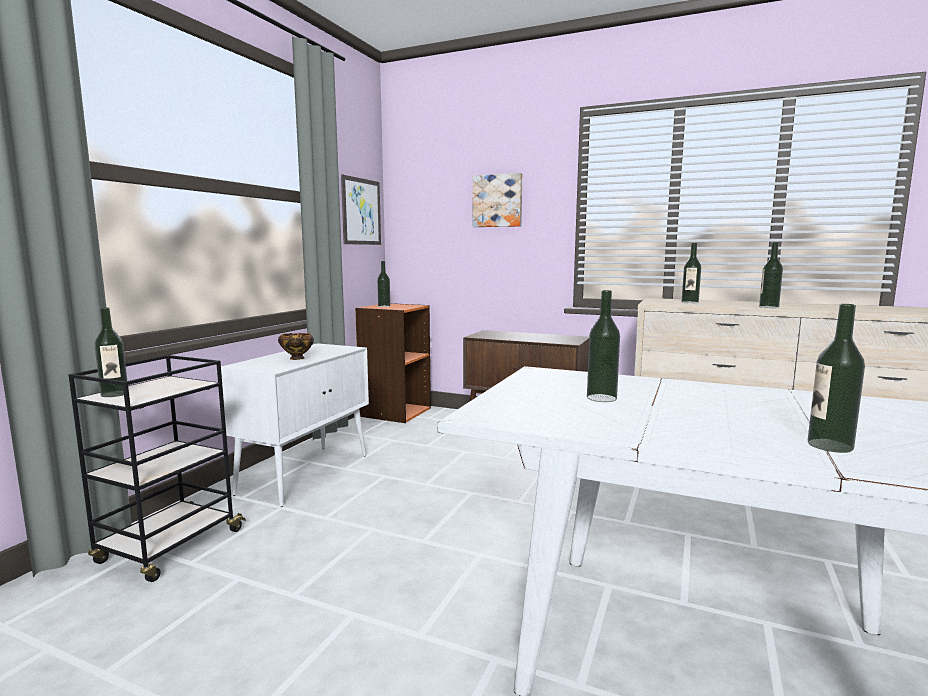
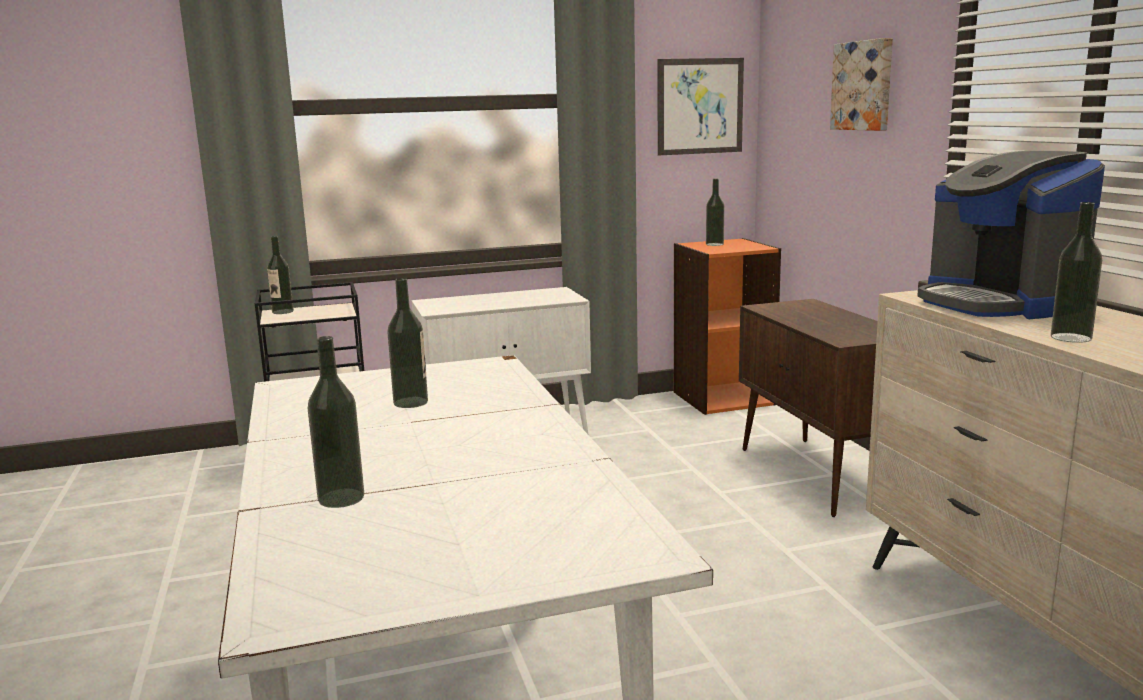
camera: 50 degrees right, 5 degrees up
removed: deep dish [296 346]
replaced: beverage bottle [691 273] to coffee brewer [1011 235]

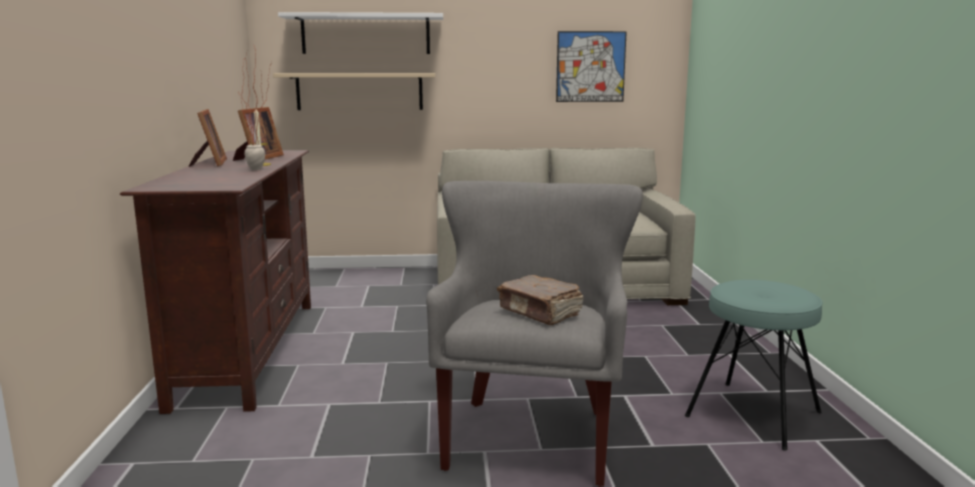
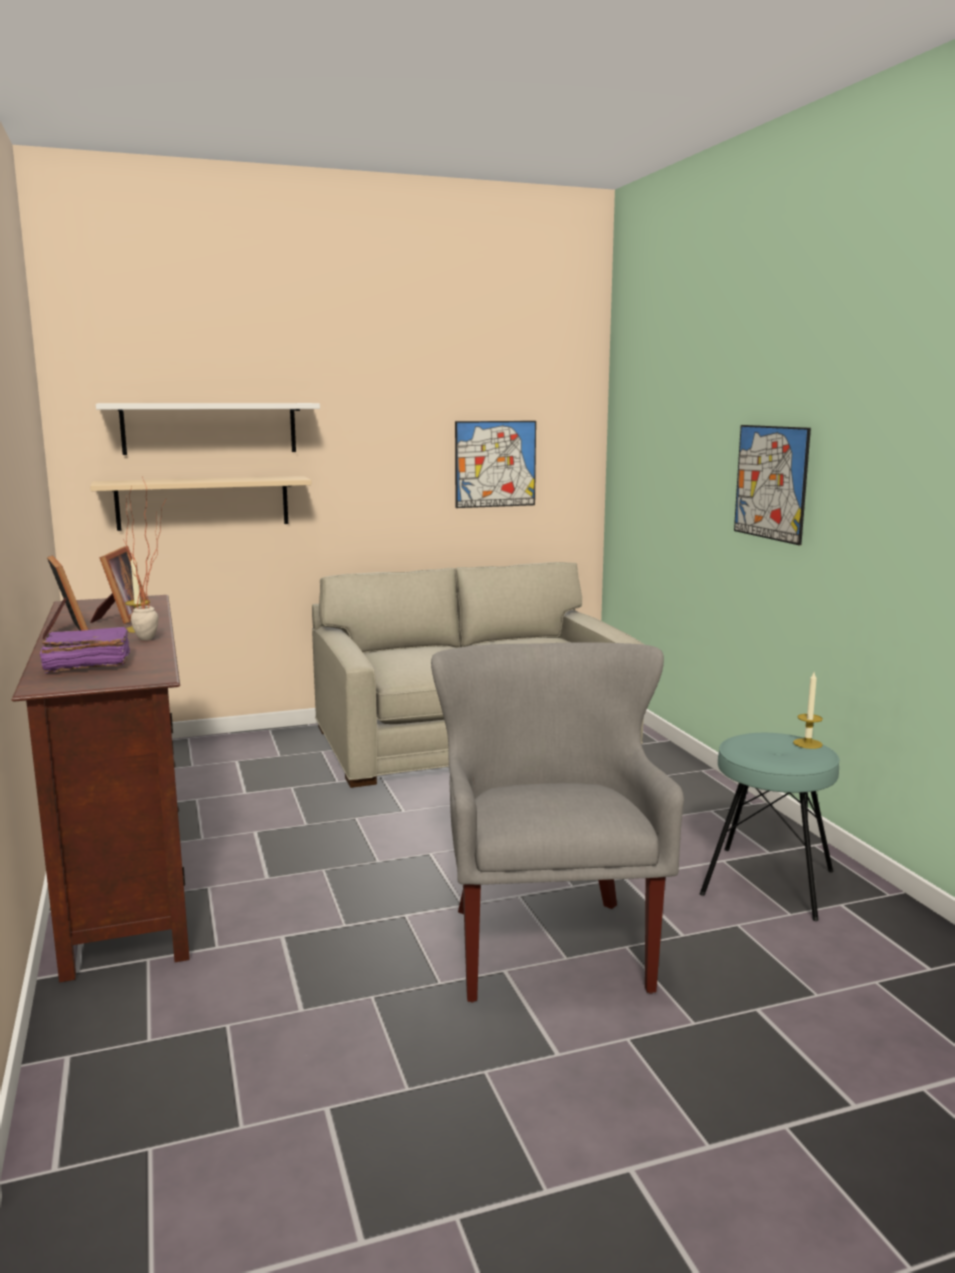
camera: 15 degrees left, 0 degrees up
removed: bound book (brown) [540 300]
added: bound book (purplish) [85 650]; wall picture [772 485]; candle [808 710]

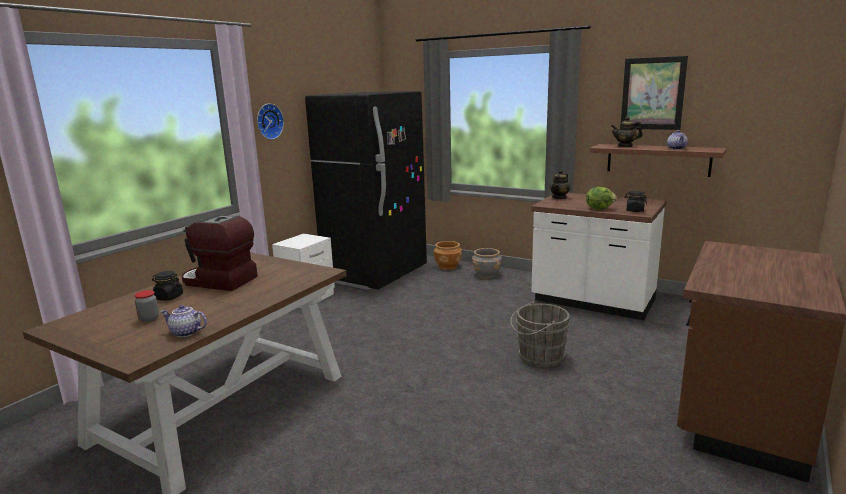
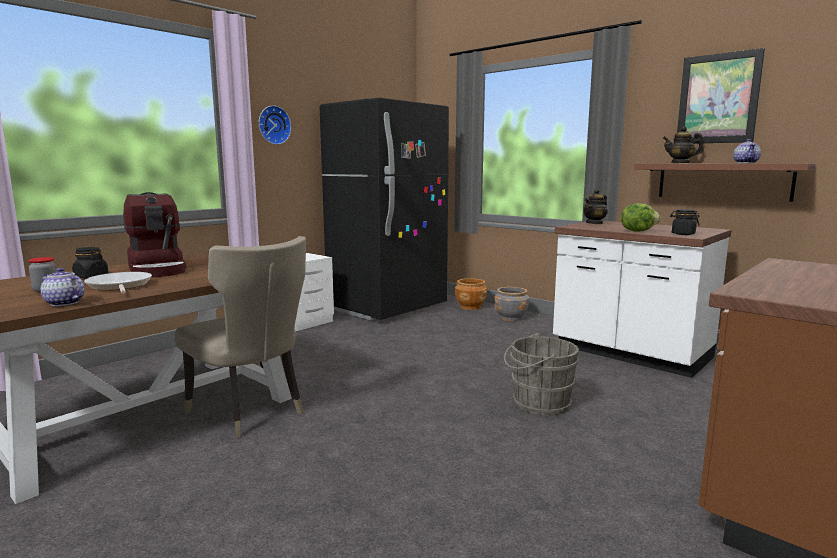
camera: 10 degrees right, 5 degrees down
added: frying pan [118 283]; upright chair (beige) [240 337]
turned: coffee brewer [220 253] = [155 234] 150 degrees counterclockwise

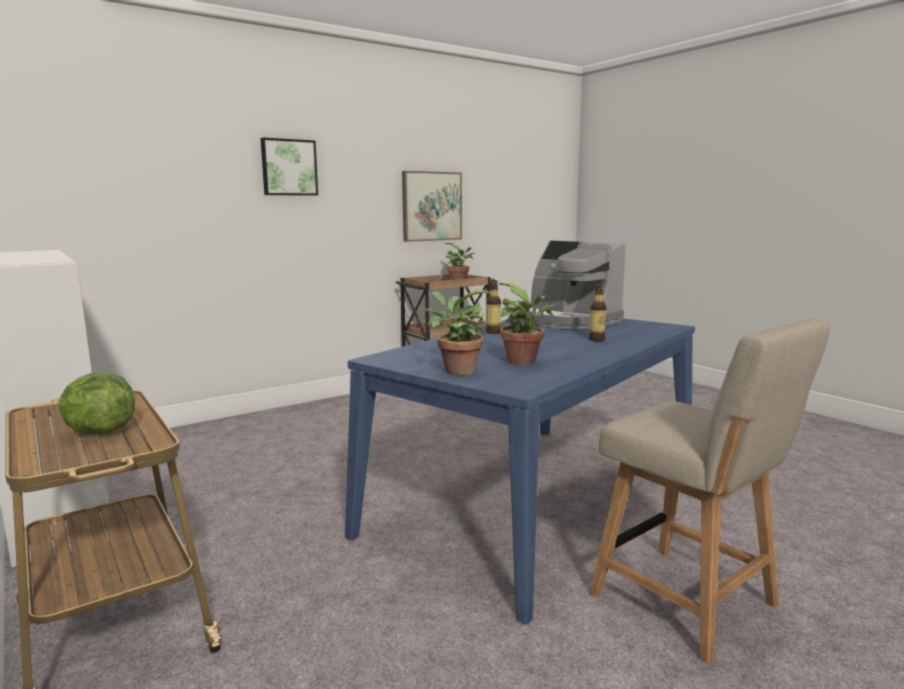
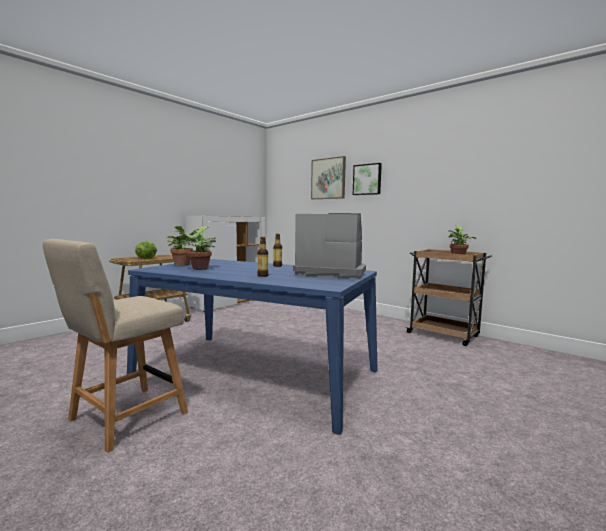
camera: 75 degrees right, 5 degrees down
moved: wall picture [432 206] to [328 177]
turned: coffee brewer [576 285] = [329 246] 75 degrees clockwise

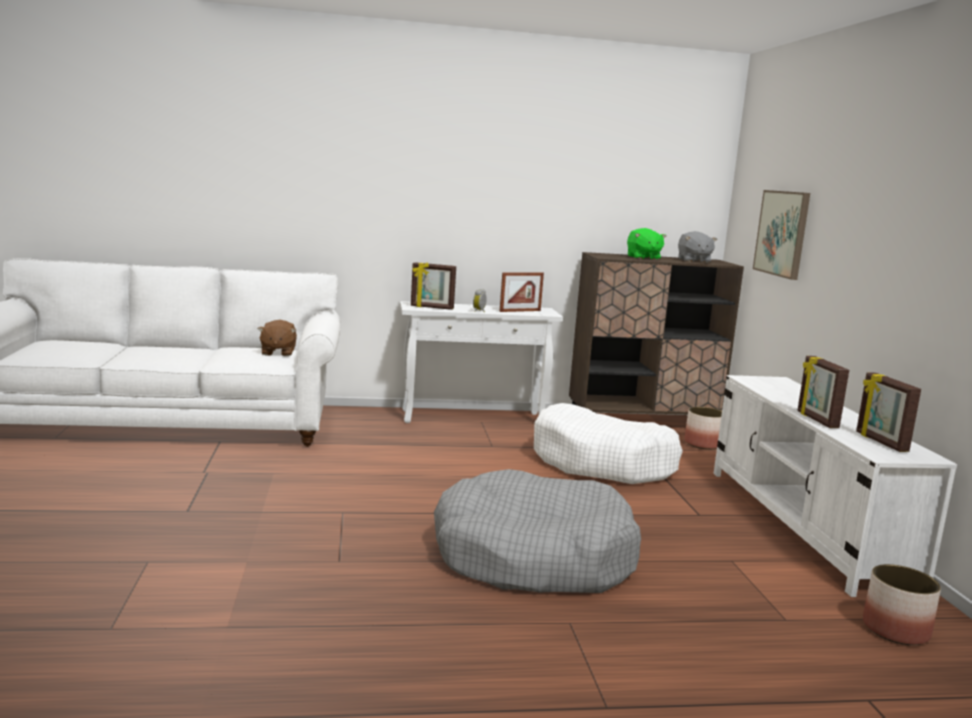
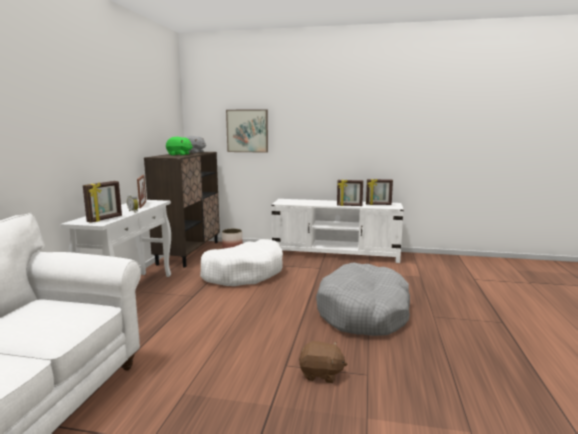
camera: 70 degrees left, 0 degrees up
removed: flower pot [902 604]
moved: plush toy (brown) [277 338] to [323 362]

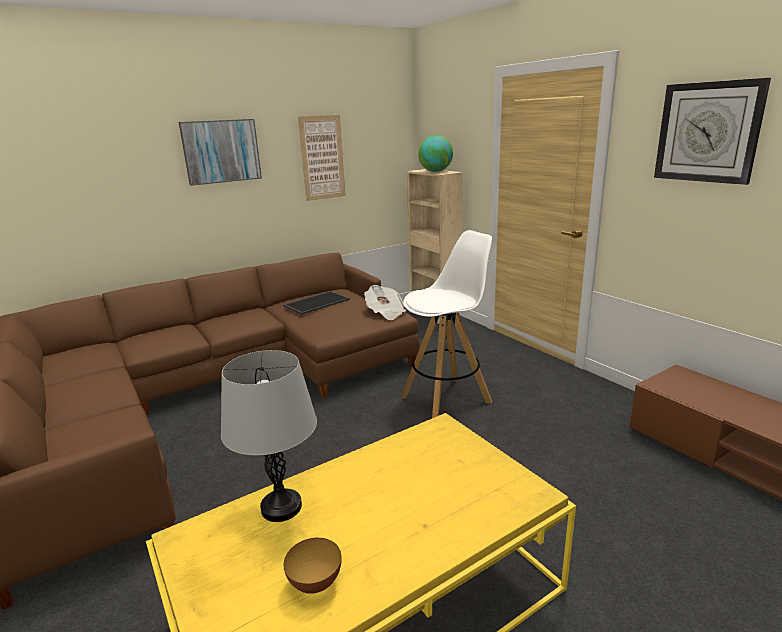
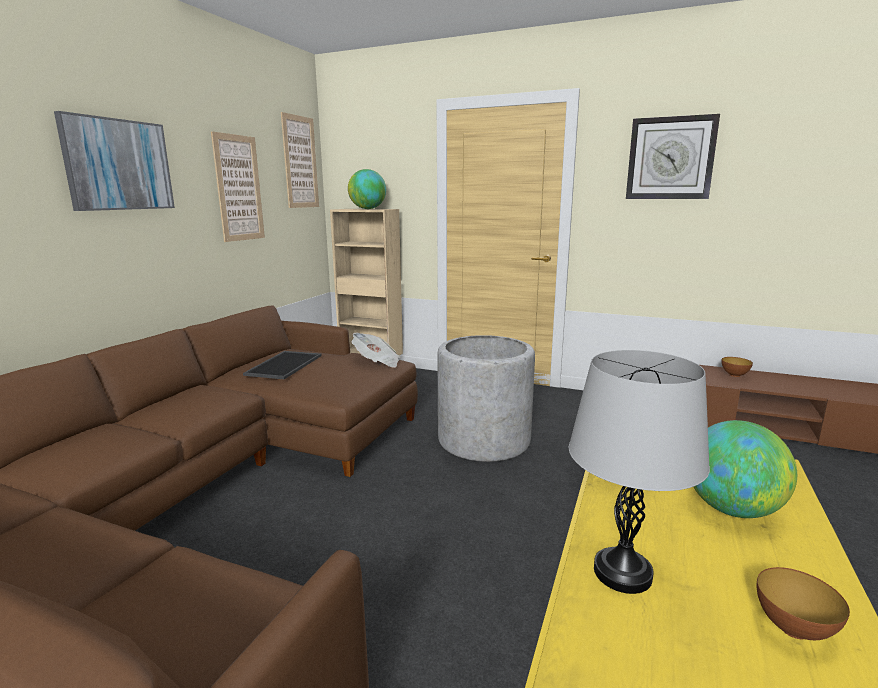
camera: 35 degrees left, 5 degrees down
added: wall picture [300 160]; world globe [745 469]; deep dish [737 367]
replaced: stool (white) [446 324] to flower pot (greyish) [486 398]

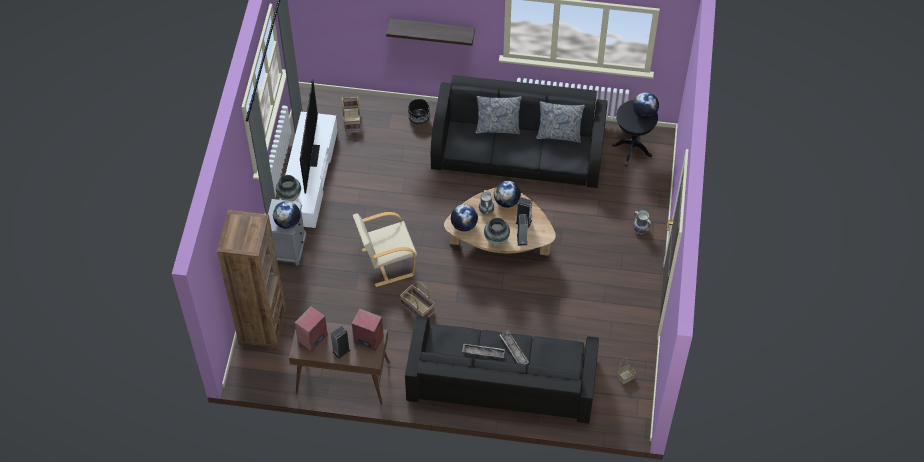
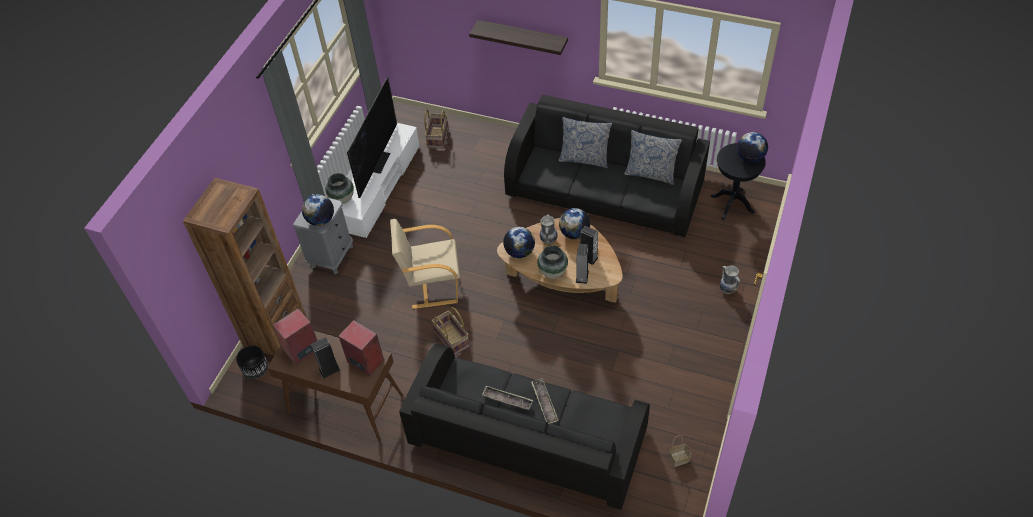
camera: 15 degrees right, 5 degrees down
moved: flower pot (black) [419 112] to [252 362]

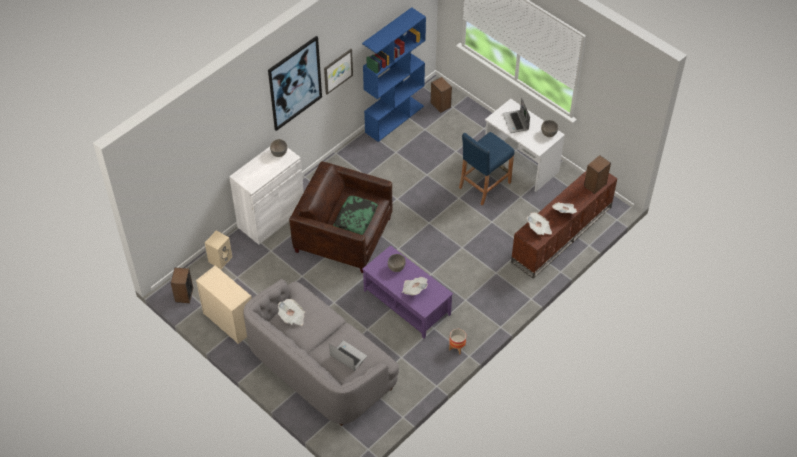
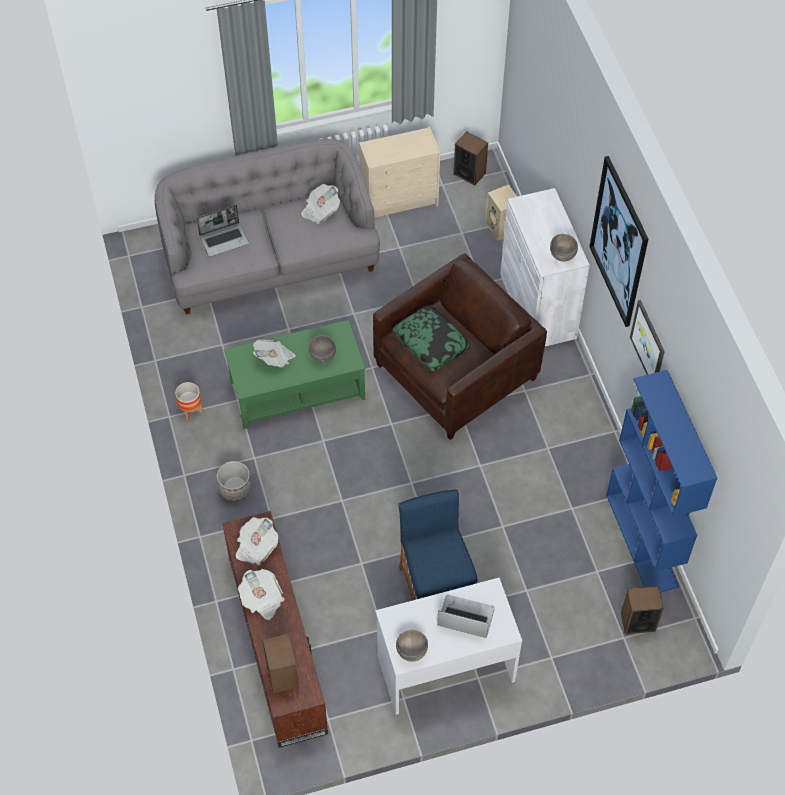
camera: 120 degrees right, 5 degrees up
added: flower pot [234 481]
recoloured: coffee table (purplish) [407 292] to coffee table (green) [294 374]

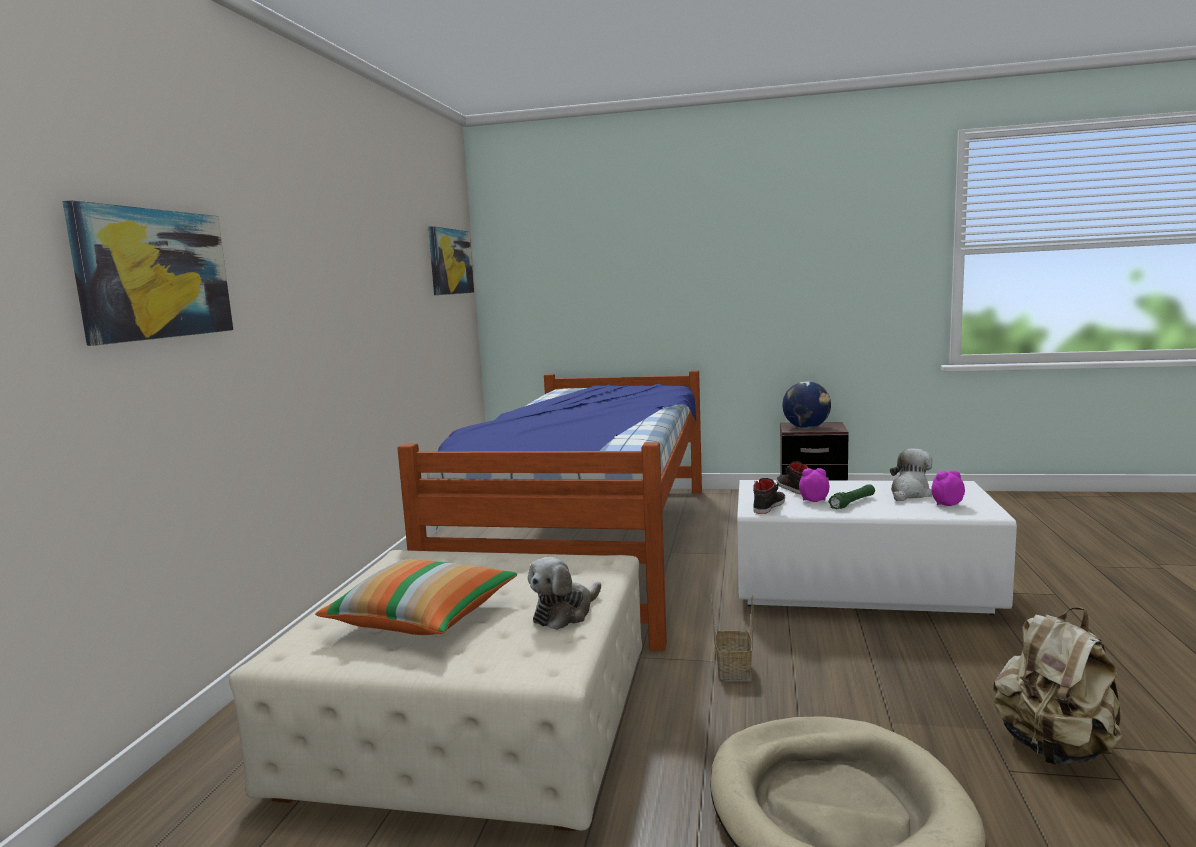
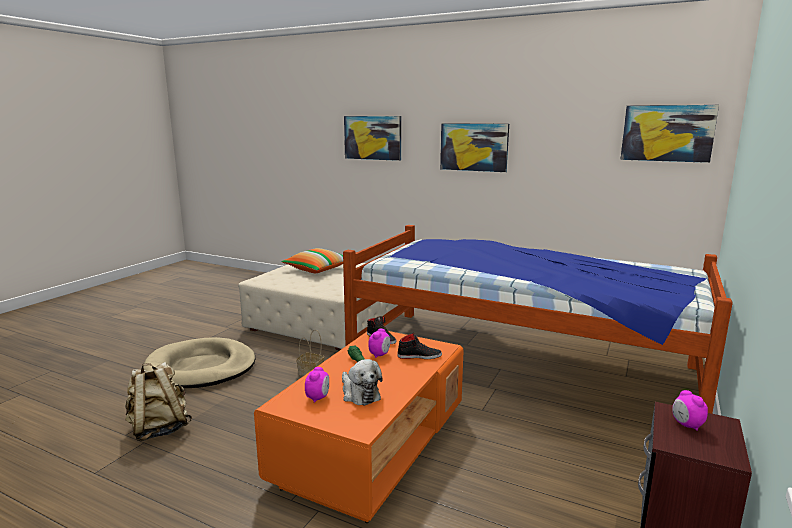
camera: 105 degrees right, 5 degrees up
removed: plush toy [564 593]
added: wall picture [474 147]
replaced: world globe [806 405] to alarm clock [690 410]
recoloured: coffee table (white) [877 547] to coffee table (orange-coloured) [359 427]

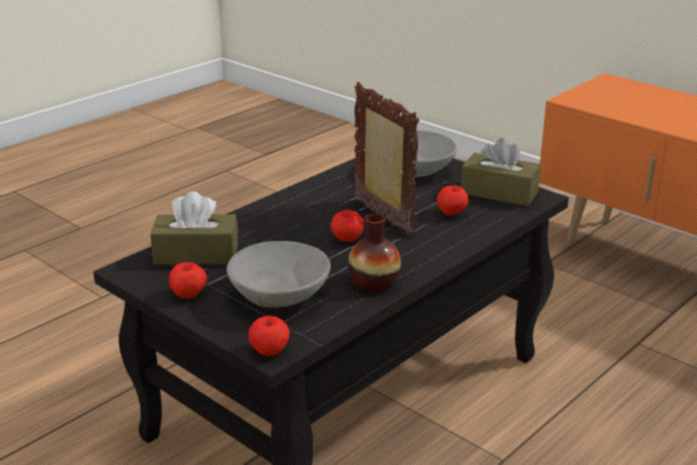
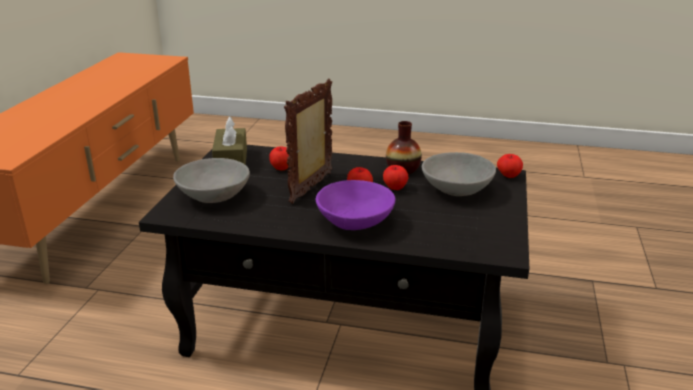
camera: 120 degrees left, 0 degrees up
removed: tissue holder (brown) [194 228]
added: deep dish (purplish) [355 205]
moved: apple fruit [188 280] to [395 177]

